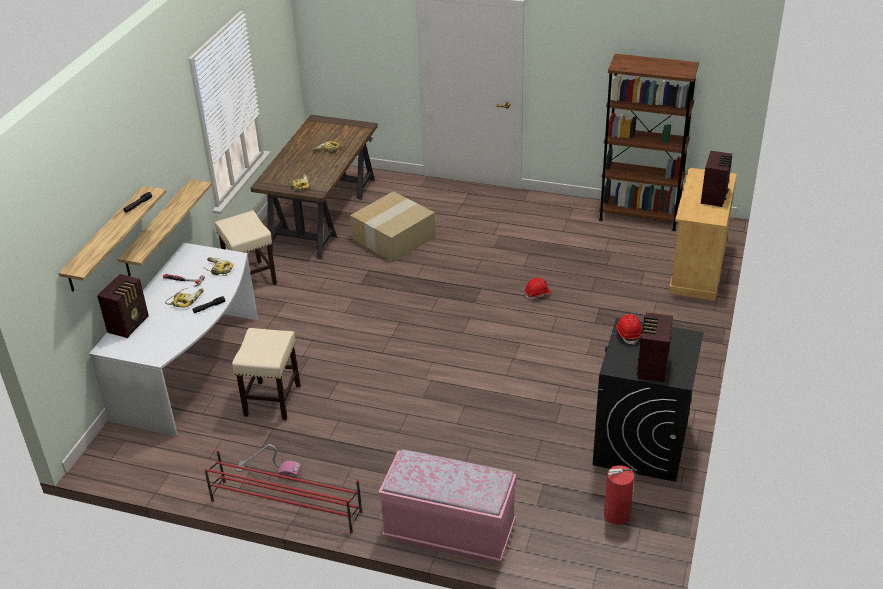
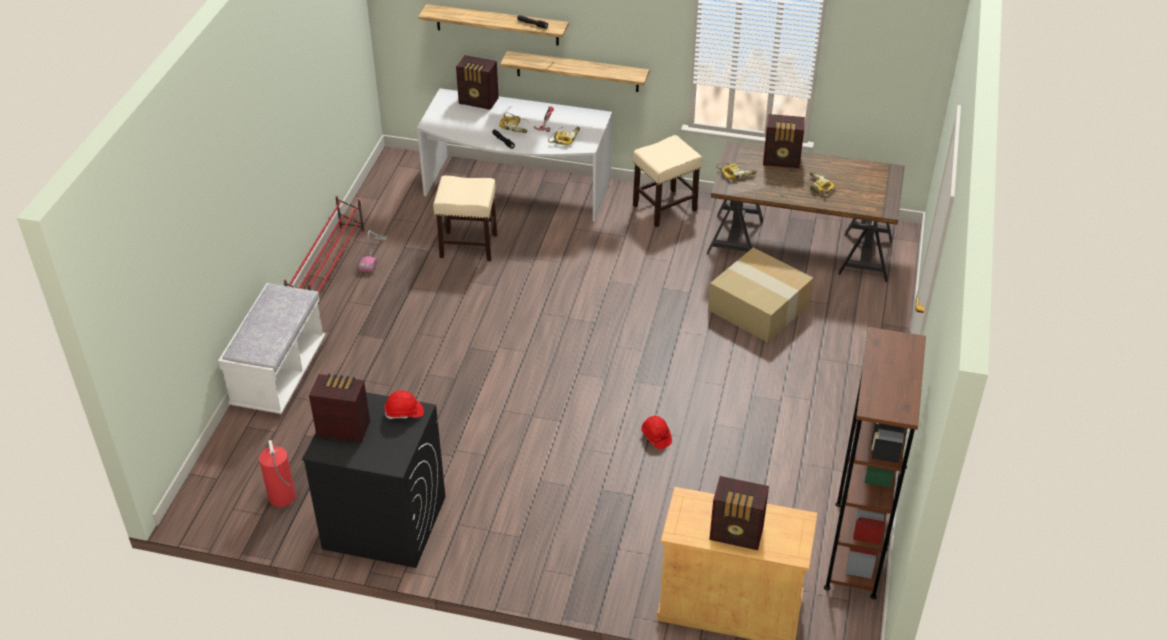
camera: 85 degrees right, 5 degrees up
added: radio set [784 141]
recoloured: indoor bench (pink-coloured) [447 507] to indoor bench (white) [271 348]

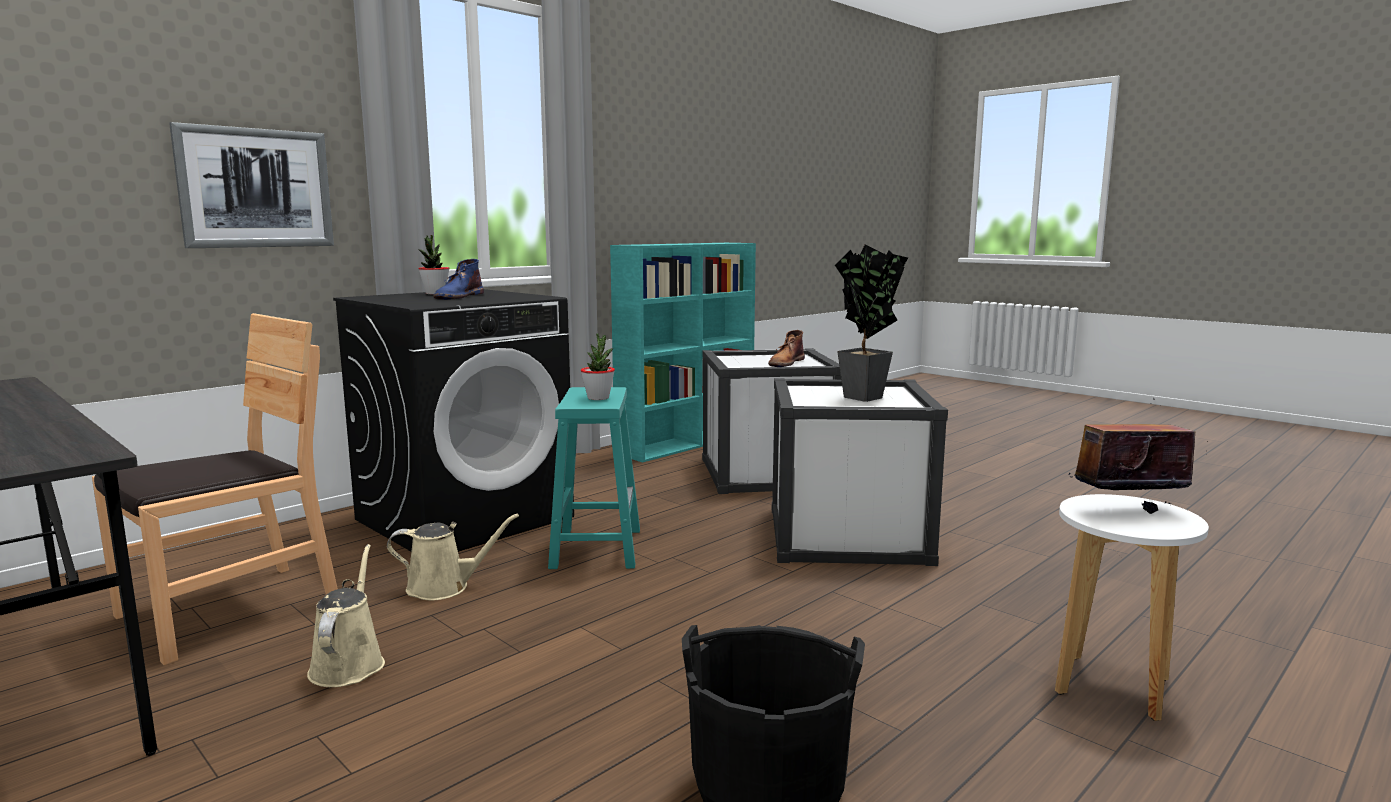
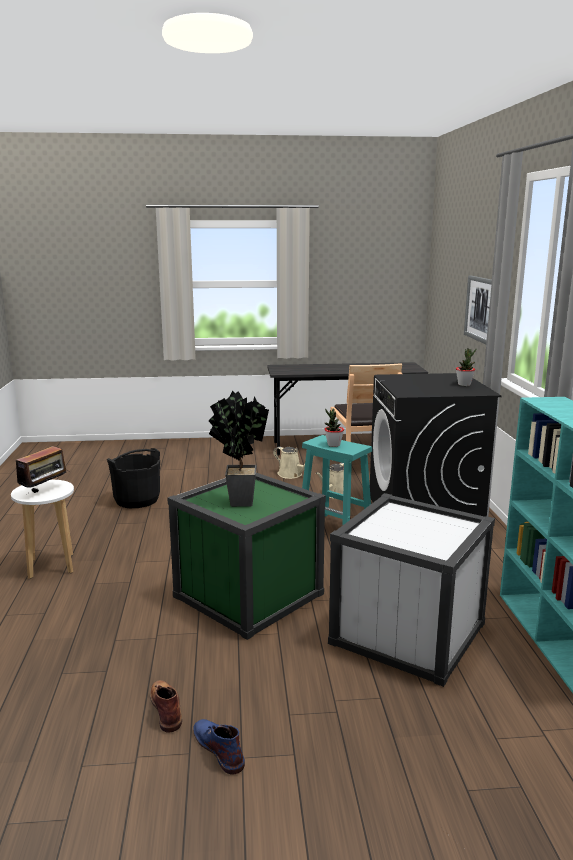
camera: 130 degrees right, 5 degrees up
moved: high-top boot (bluish) [458 279] to [219 747]; high-top boot (brown) [786 348] to [166 706]
recoloured: storage container (white) [860 472] to storage container (green) [246 556]

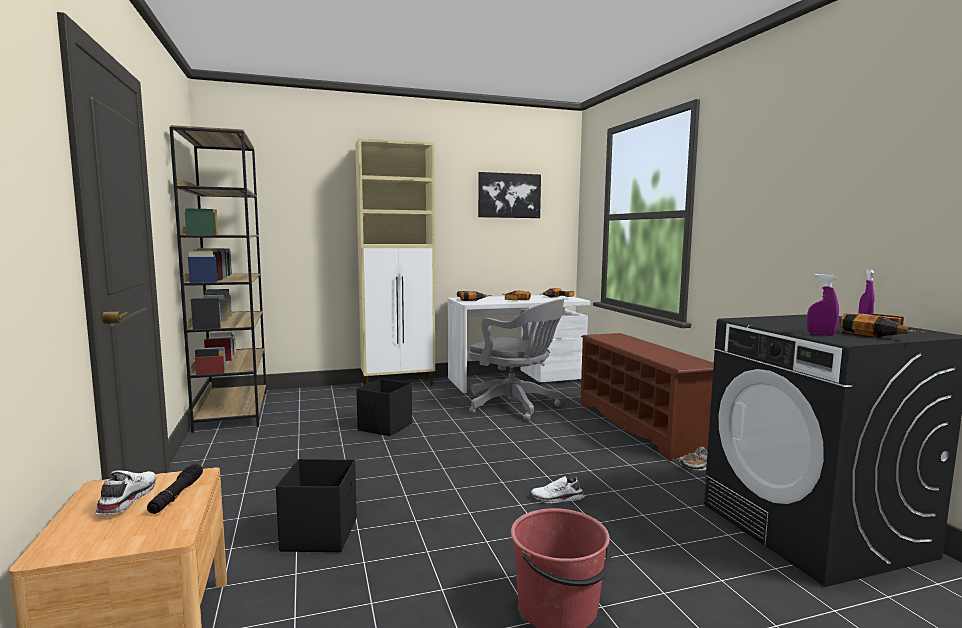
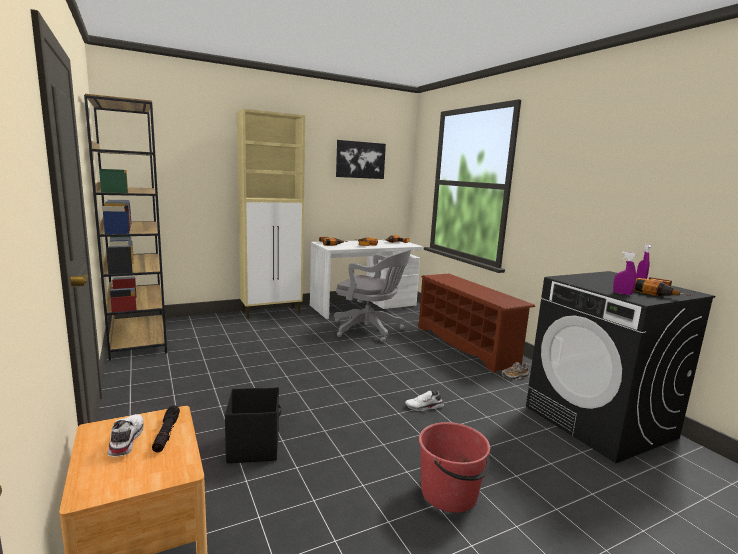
camera: 10 degrees left, 5 degrees up
removed: storage container (black) [384 407]

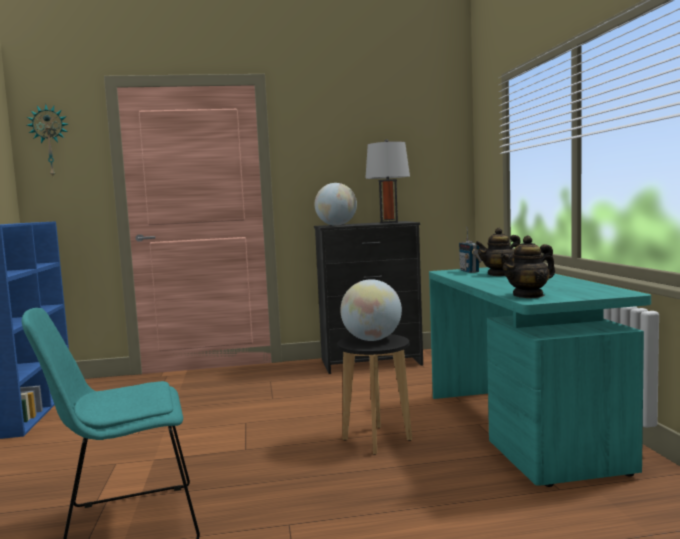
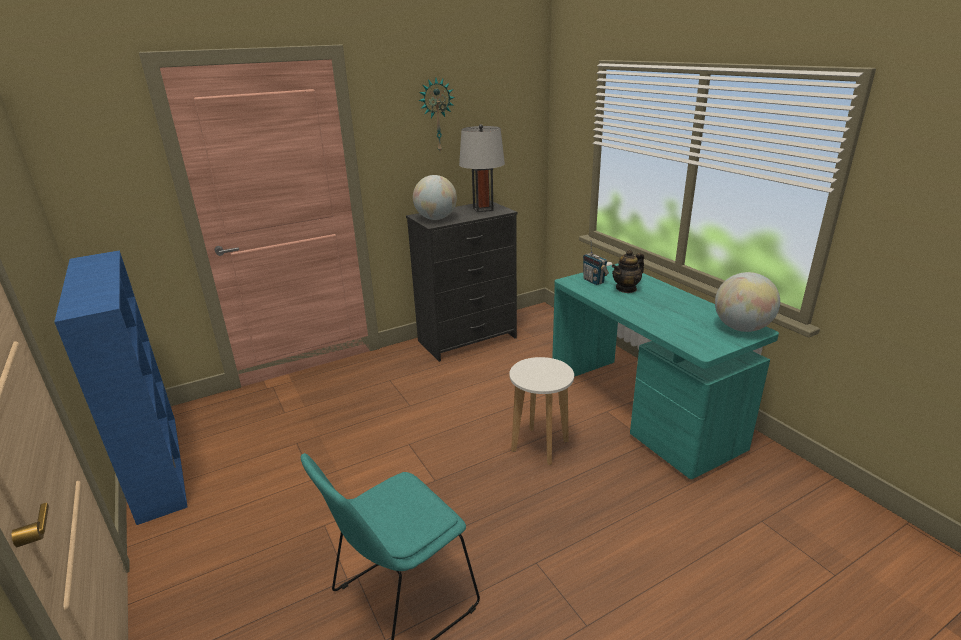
camera: 20 degrees left, 20 degrees up
removed: pot for tea [527 266]
moved: hanging clock [47 140] to [436 114]; world globe [371 310] to [747 302]
recoloured: stool (black) [374 394] to stool (white) [541 411]

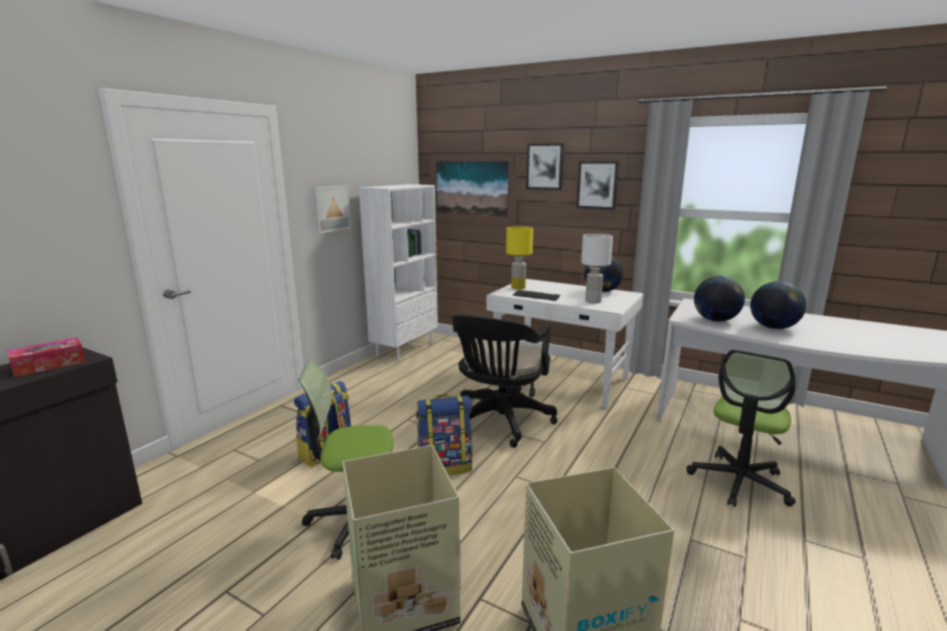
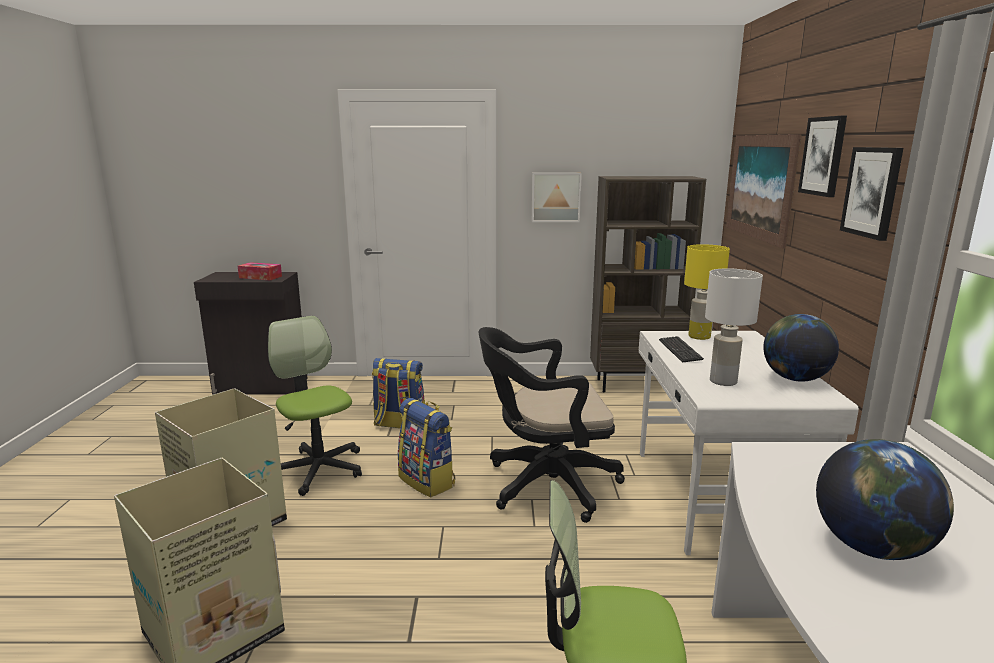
camera: 60 degrees right, 0 degrees up
removed: world globe [719 299]
recoloured: shelving unit (white) [398 273] to shelving unit (brown) [648 284]

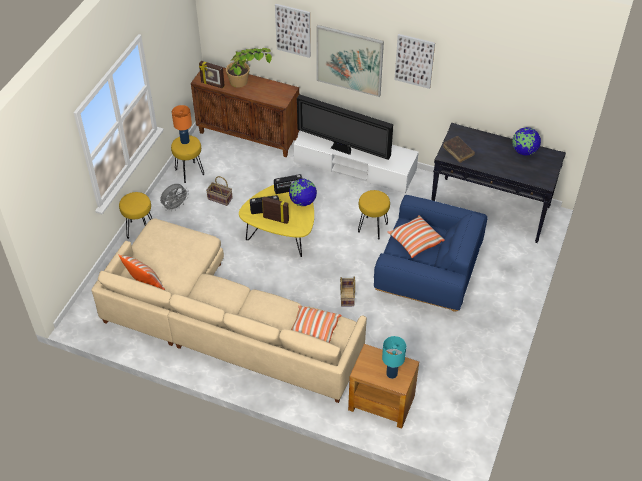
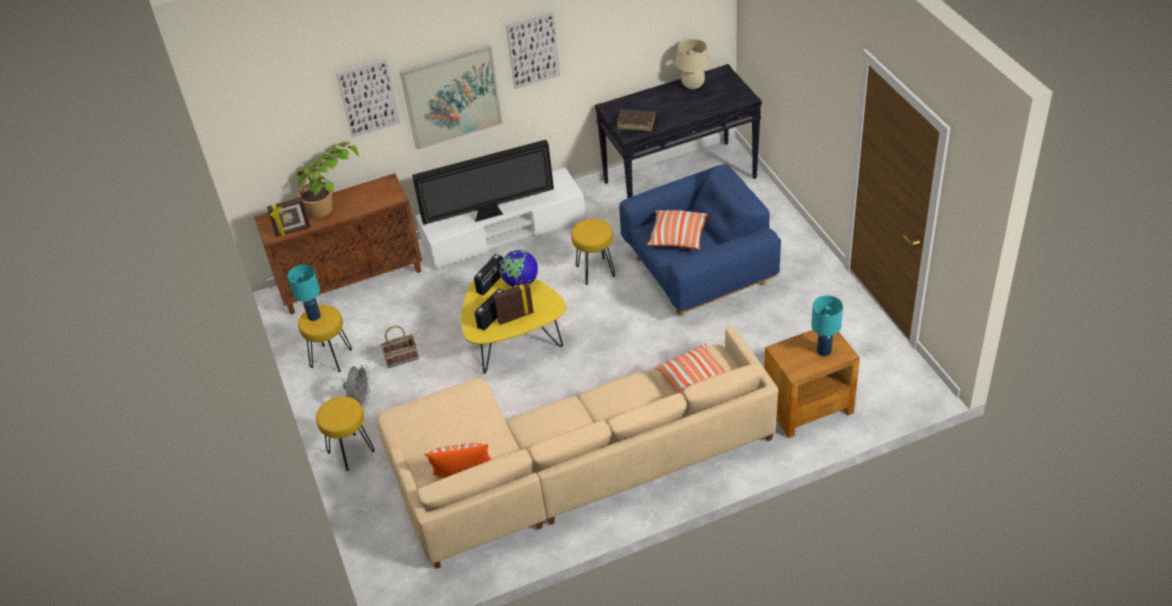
camera: 40 degrees left, 5 degrees down
removed: storage basket [347 292]
replaced: world globe [526 141] to table lamp (beige) [692 64]
recoloured: table lamp (orange-coloured) [182 124] to table lamp (turquoise) [304 293]

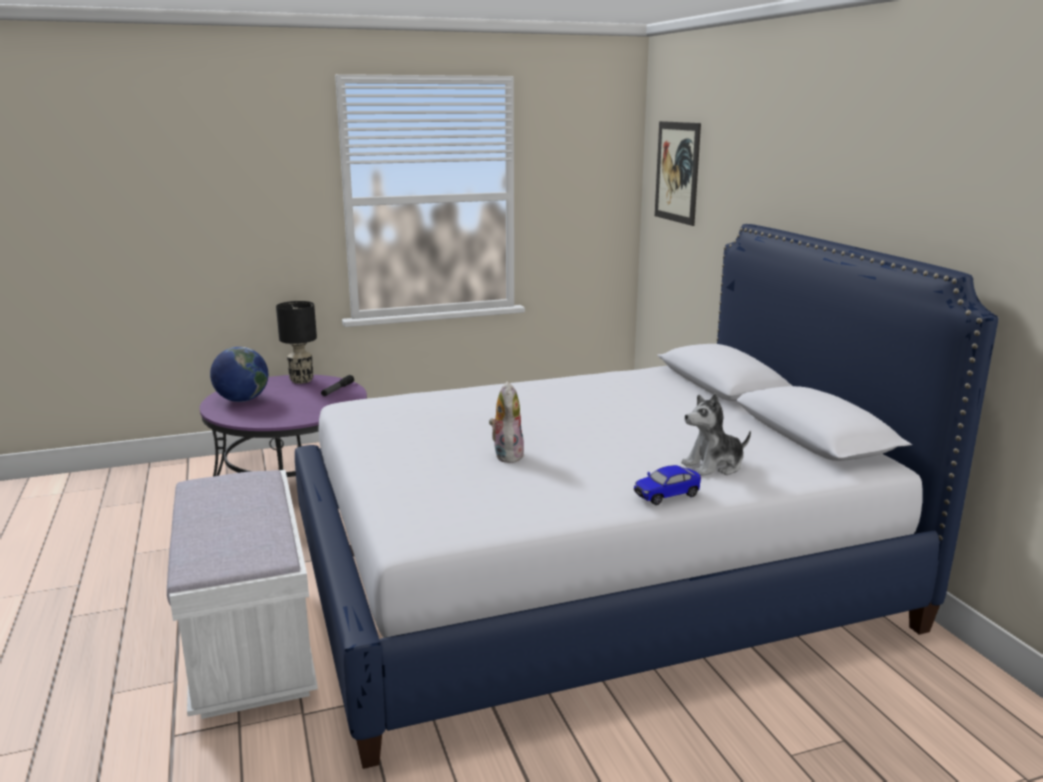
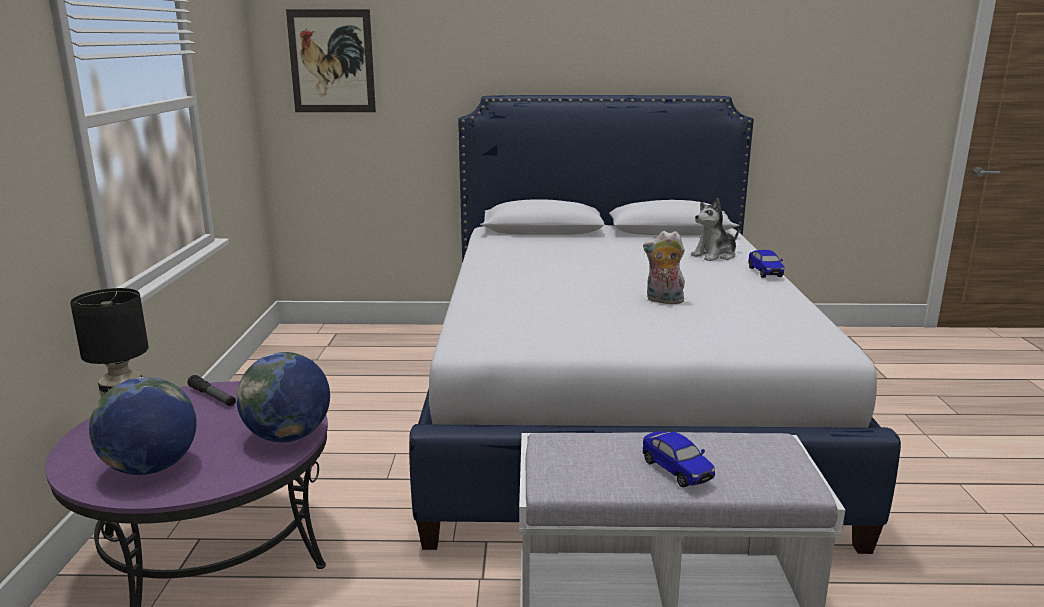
camera: 70 degrees left, 0 degrees up
added: world globe [283 397]; miniature car [679 459]
turned: plush toy [716 434] = [715 229] 60 degrees clockwise

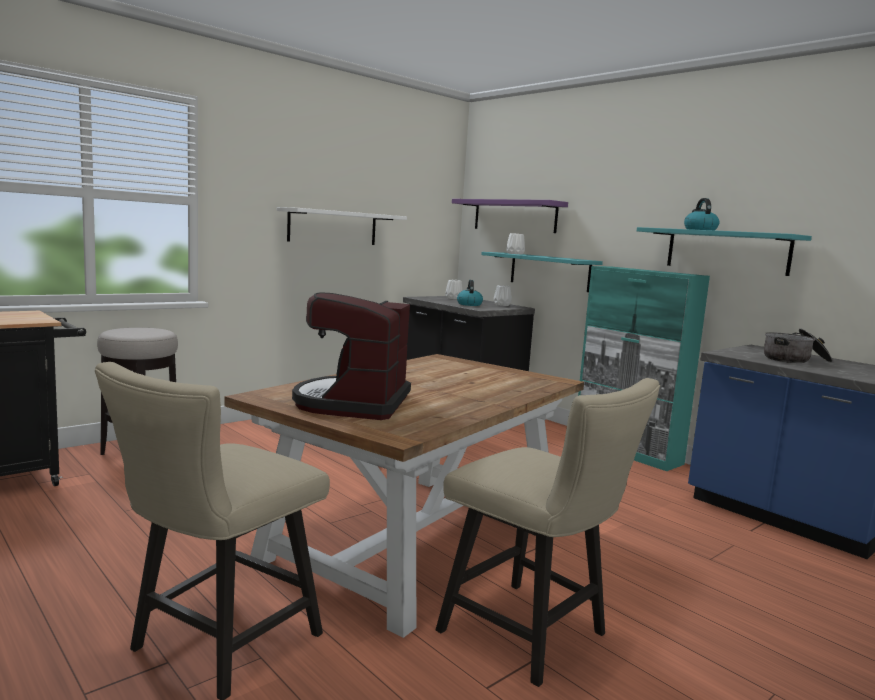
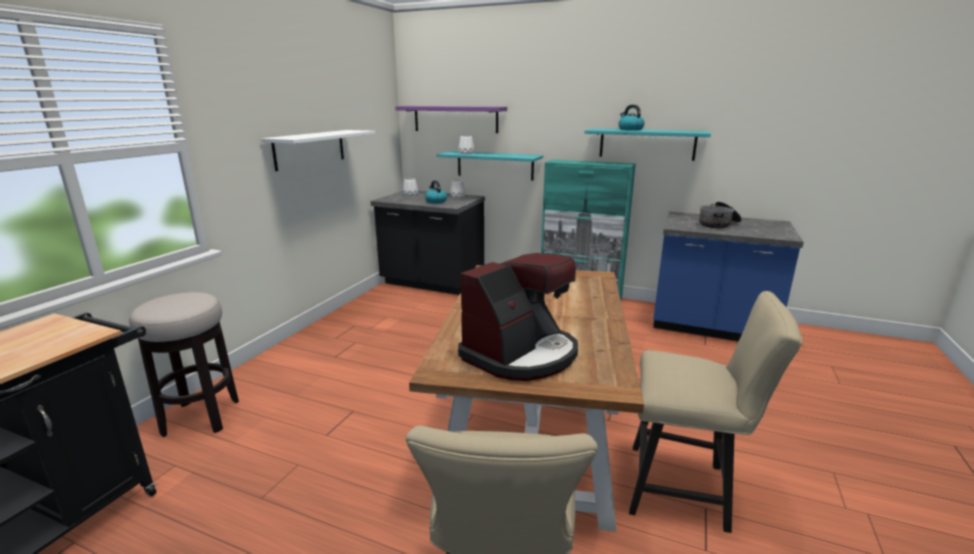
camera: 25 degrees left, 10 degrees up
turned: coffee brewer [351 356] = [518 317] 120 degrees counterclockwise

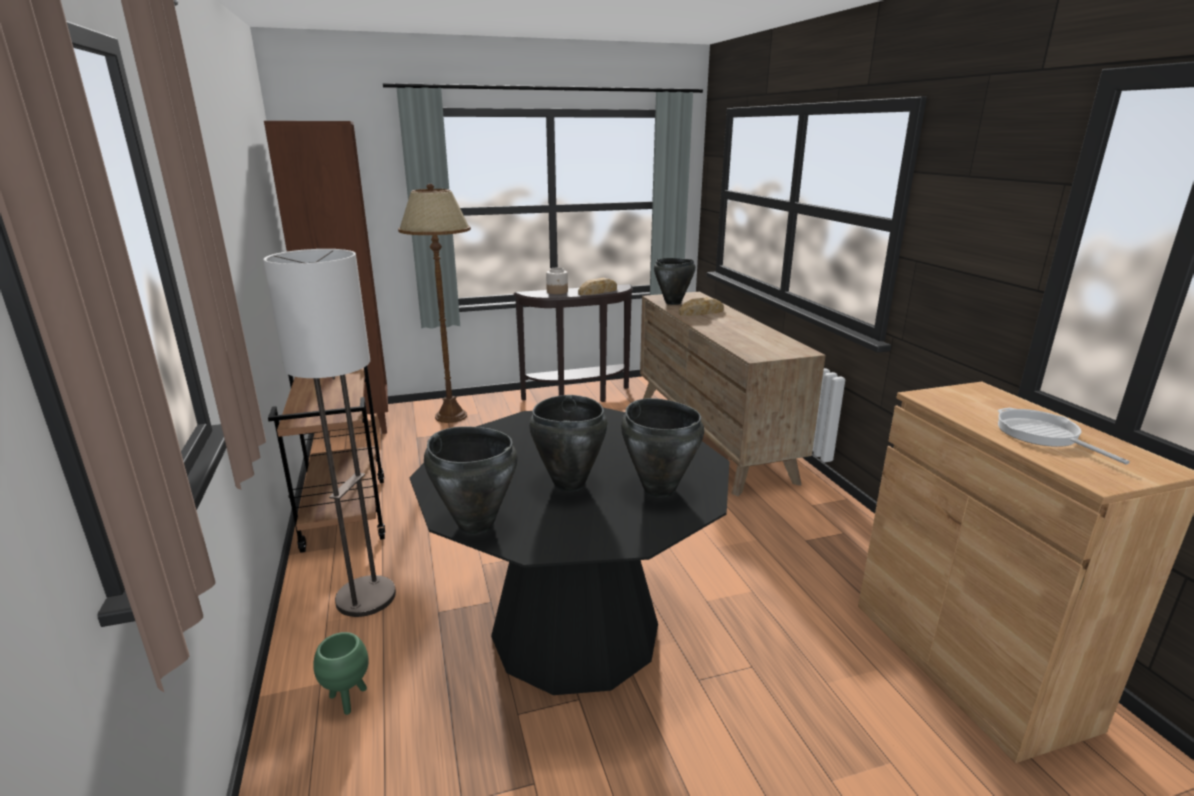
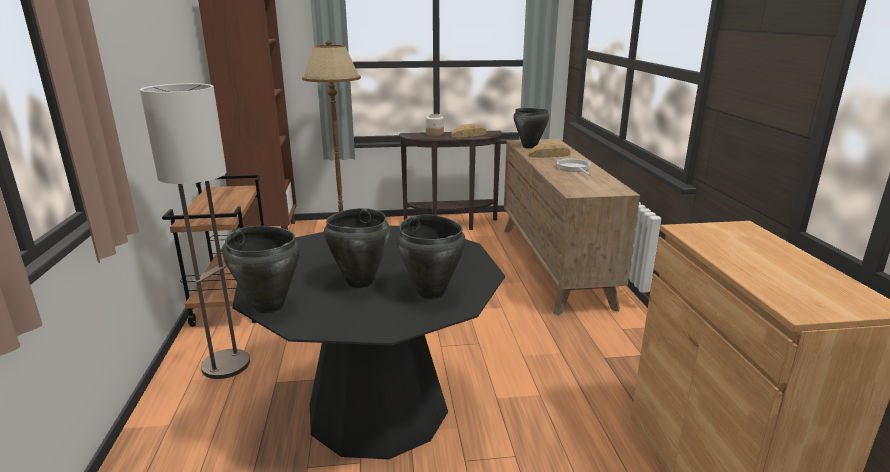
camera: 10 degrees right, 0 degrees up
removed: flower pot (green) [340 673]
moved: frying pan [1064 436] to [574 167]

